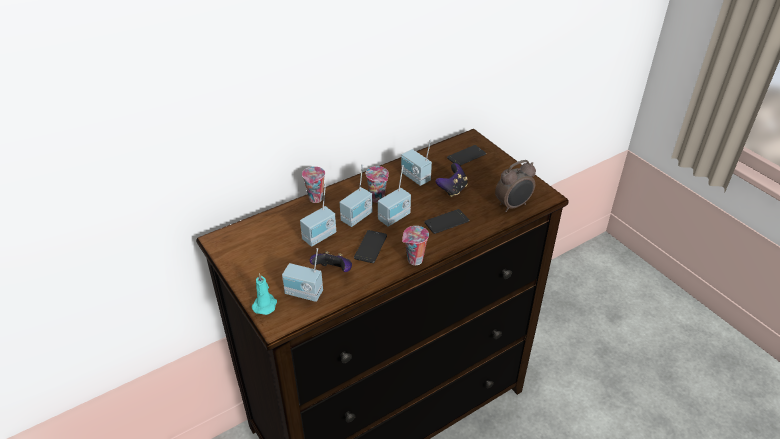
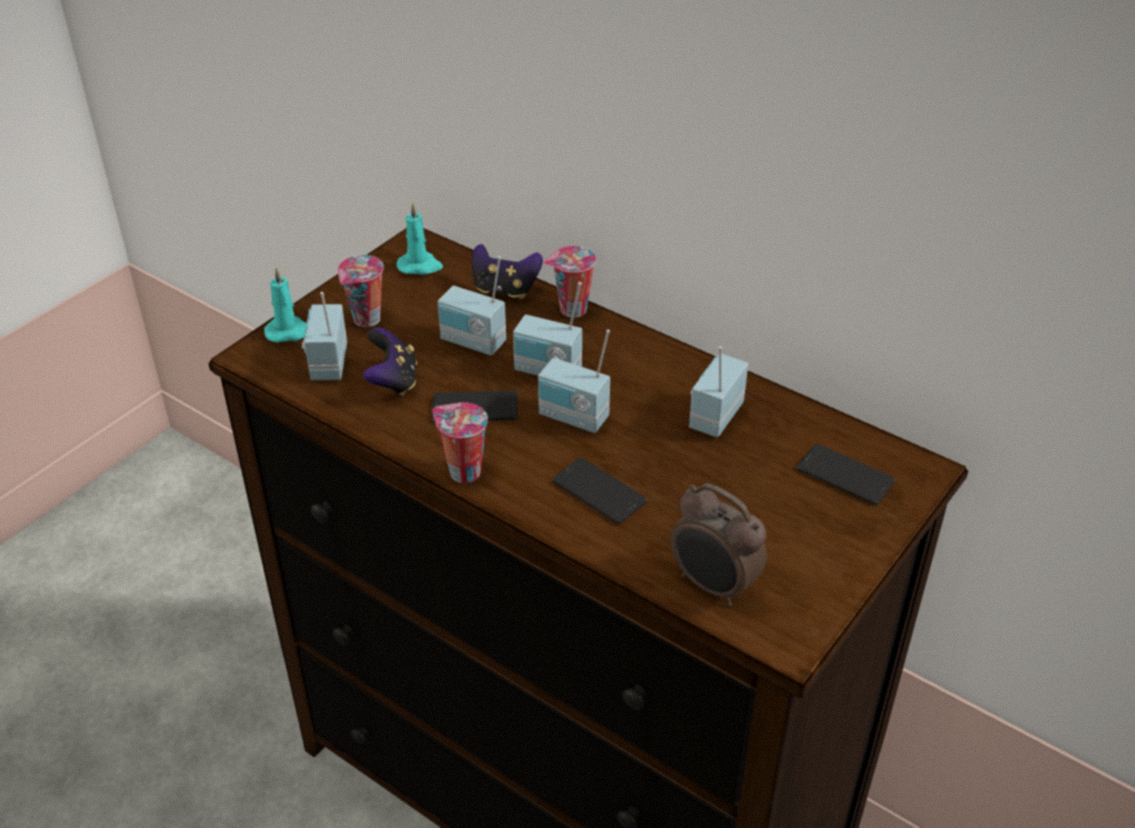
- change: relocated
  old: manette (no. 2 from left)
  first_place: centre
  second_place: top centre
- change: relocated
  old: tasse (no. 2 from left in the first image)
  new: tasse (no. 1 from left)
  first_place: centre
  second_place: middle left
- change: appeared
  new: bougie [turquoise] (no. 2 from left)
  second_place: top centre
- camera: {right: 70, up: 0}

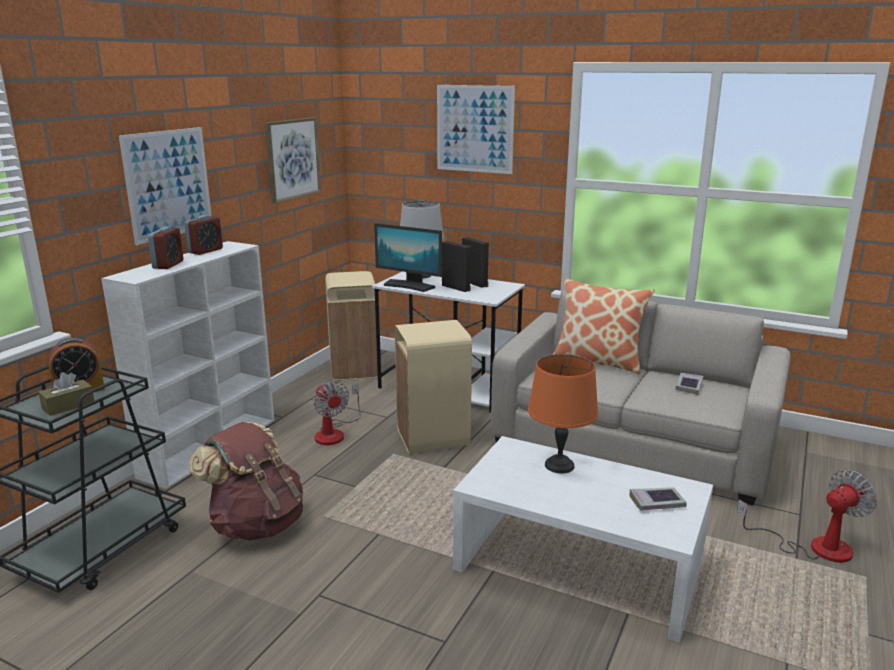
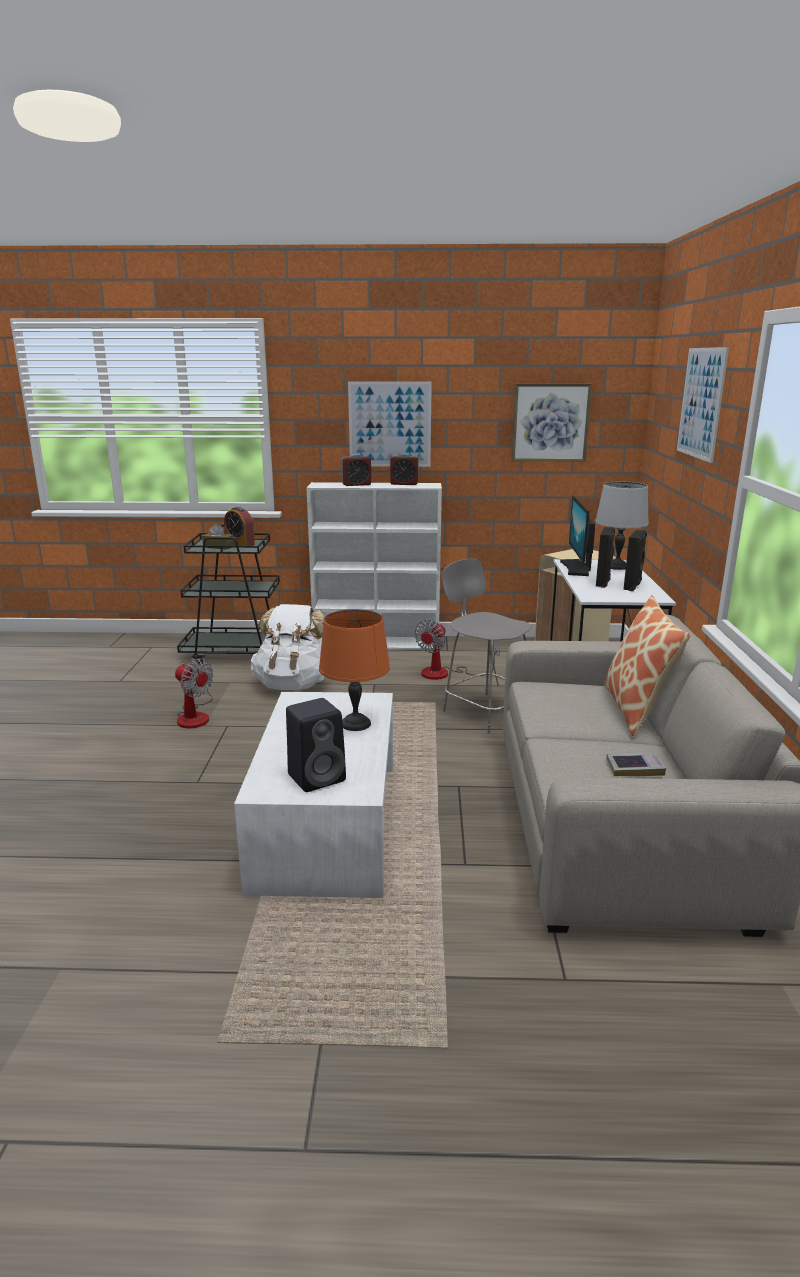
- change: exchanged
  old: poubelle [beige] (no. 2 from left)
  new: chaise [gris]
  first_place: centre
  second_place: centre
- change: colour
  old: sac à dos [marron]
  new: sac à dos [blanc]
  first_place: bottom left
  second_place: centre
- change: relocated
  old: ventilateur (no. 2 from left in the first image)
  new: ventilateur (no. 1 from left)
  first_place: bottom right
  second_place: middle left
- change: exchanged
  old: livre (no. 1 from left)
  new: enceinte [noir] (no. 1 from left)
  first_place: bottom right
  second_place: centre
- camera: {right: 65, up: 0}

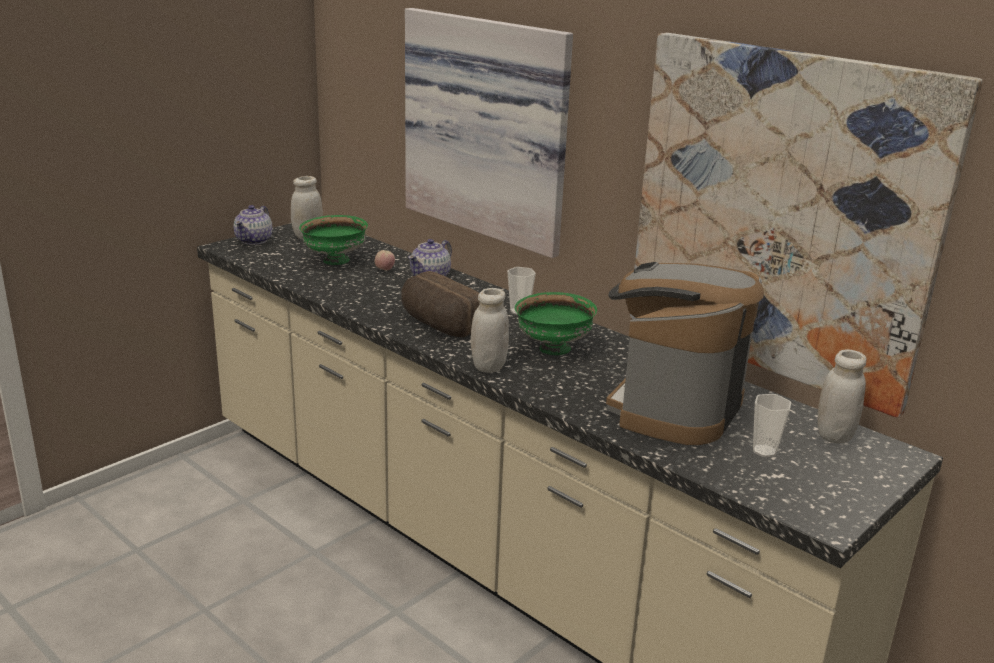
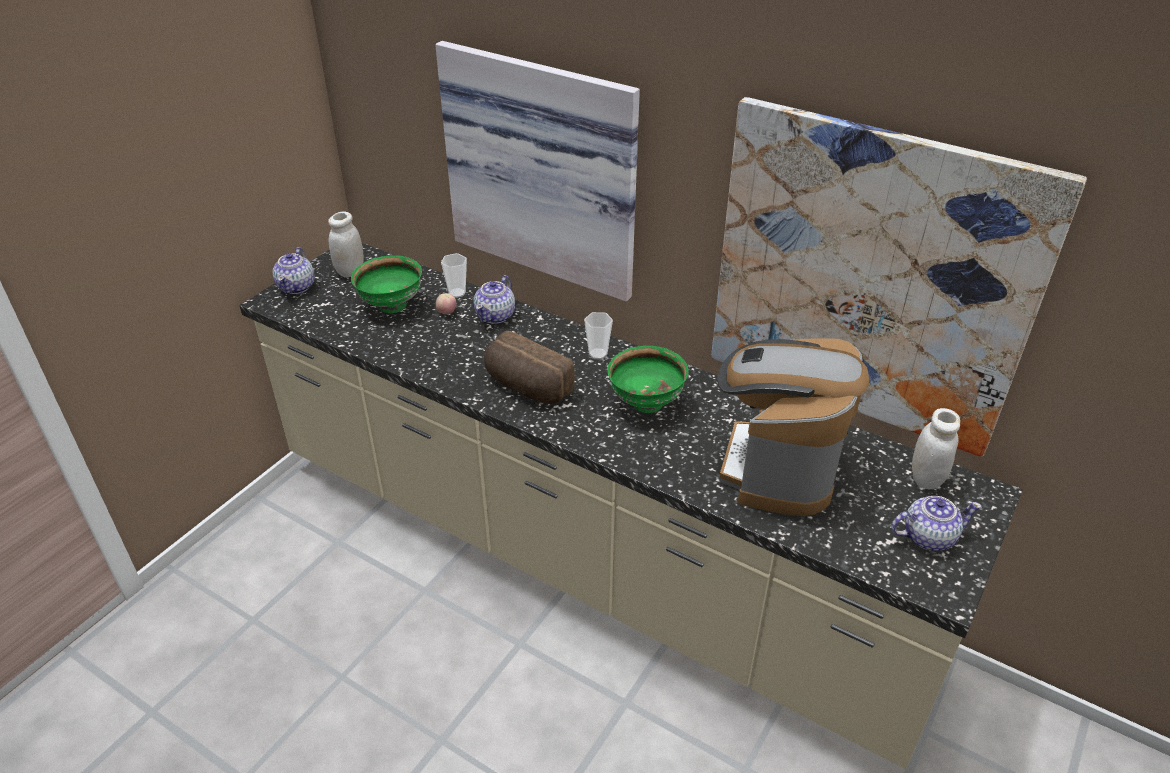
- change: missing
  old: bocal [blanc] (no. 2 from left)
  first_place: centre
- change: relocated
  old: tasse (no. 2 from left in the first image)
  new: tasse (no. 1 from left)
  first_place: middle right
  second_place: centre
- change: appeared
  new: théière (no. 3 from left)
  second_place: bottom right
- camera: {right: -10, up: 15}

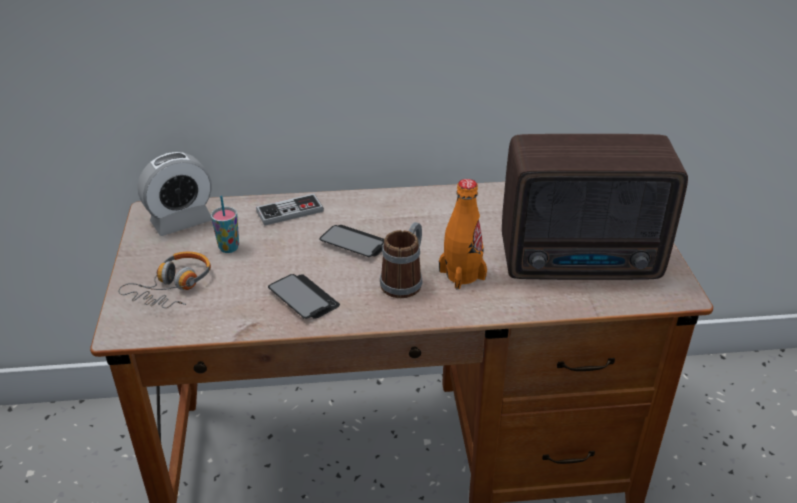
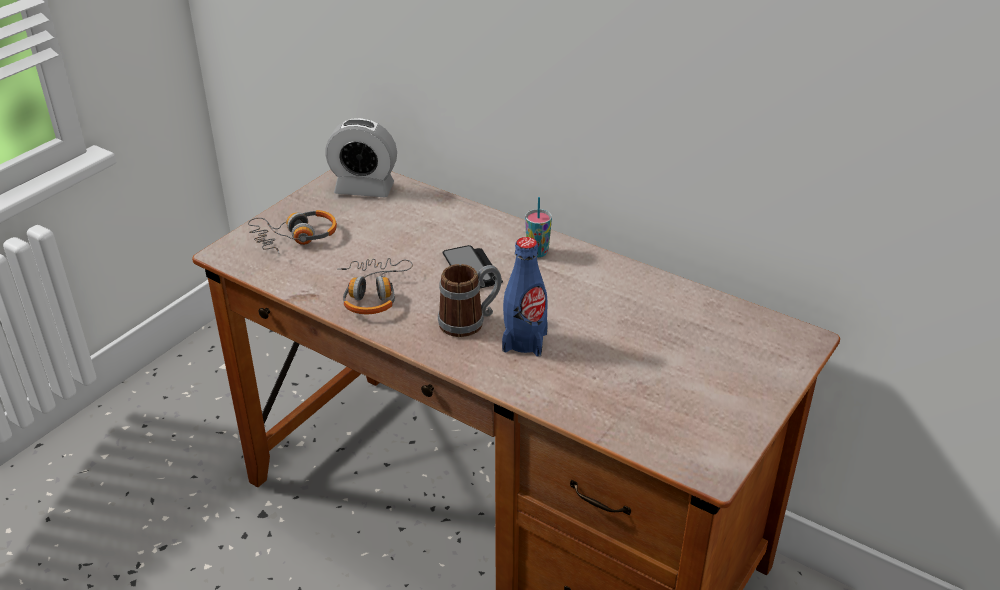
- change: missing
  old: radio
  first_place: middle right
- change: colour
  old: bouteille [orange]
  new: bouteille [bleu]
  first_place: centre
  second_place: centre
- change: missing
  old: manette
  first_place: centre
- change: relocated
  old: tasse
  first_place: middle left
  second_place: centre
- change: exchanged
  old: téléphone (no. 1 from left)
  new: casque audio (no. 2 from left)
  first_place: centre
  second_place: centre
- camera: {right: 40, up: 0}

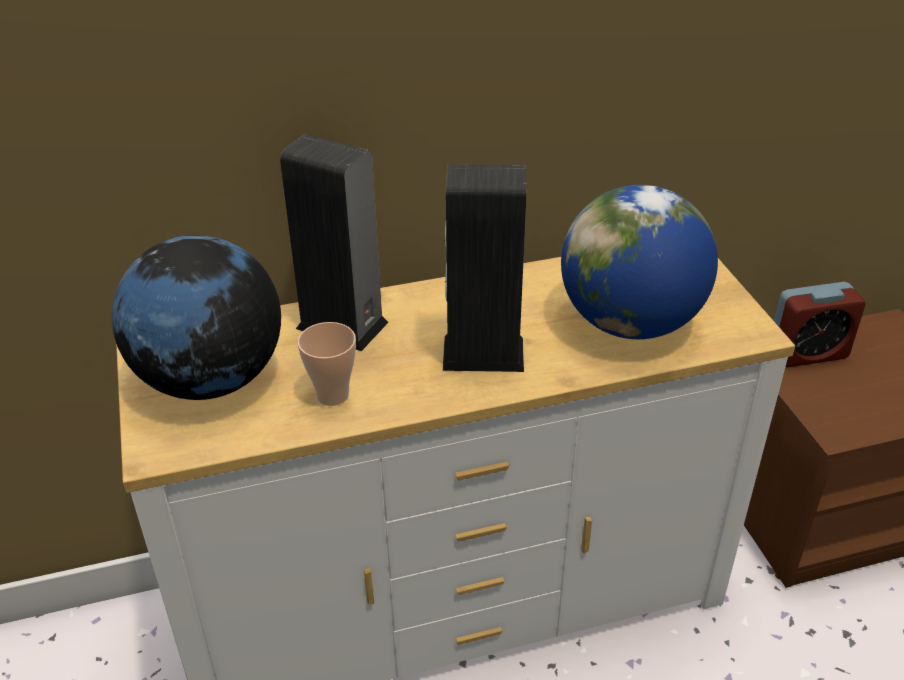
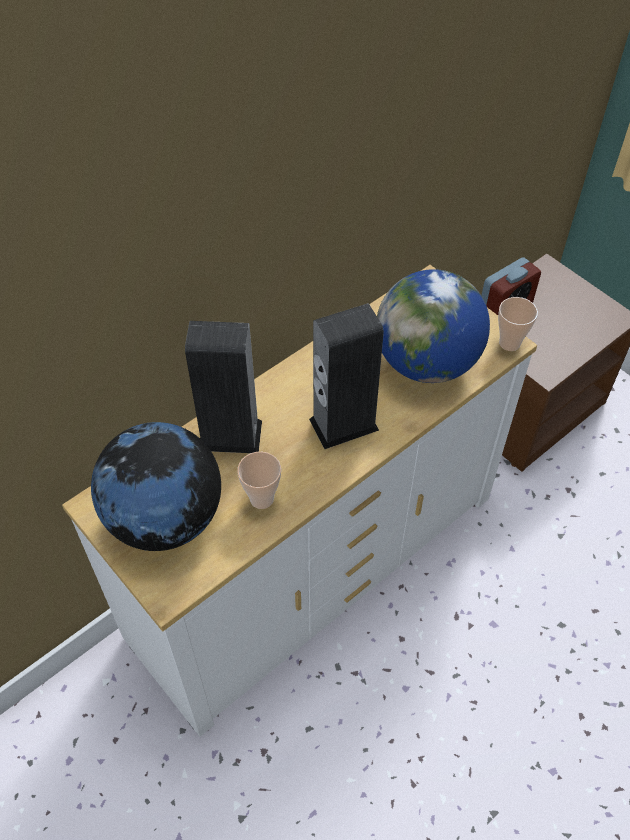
- change: appeared
  new: tasse (no. 2 from left)
  second_place: middle right
- camera: {right: -25, up: 15}

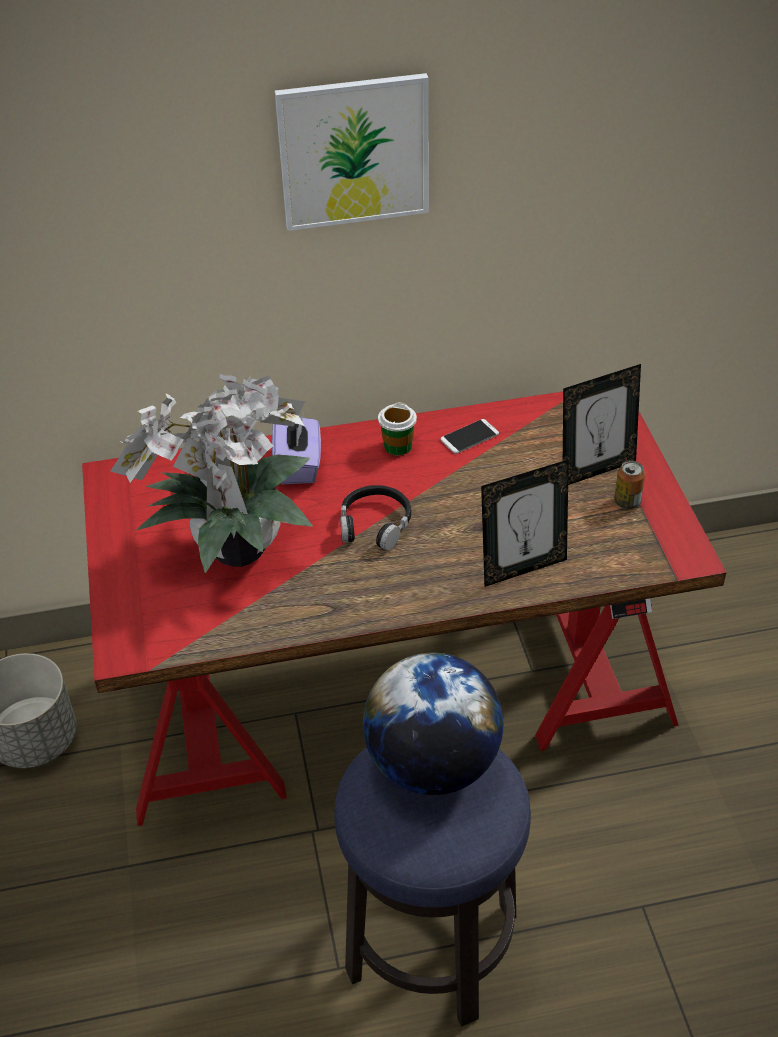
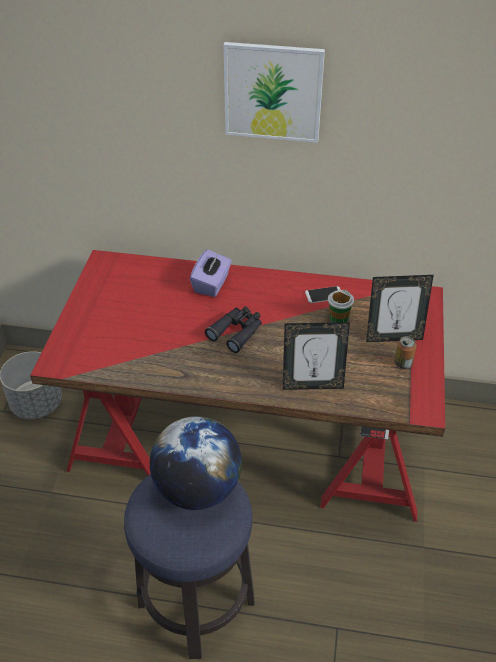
- change: missing
  old: plante en pot
  first_place: middle left
- change: relocated
  old: tasse
  first_place: centre
  second_place: middle right
- change: exchanged
  old: casque audio [noir]
  new: jumelles [noir]
  first_place: centre
  second_place: centre
- camera: {right: 20, up: 0}

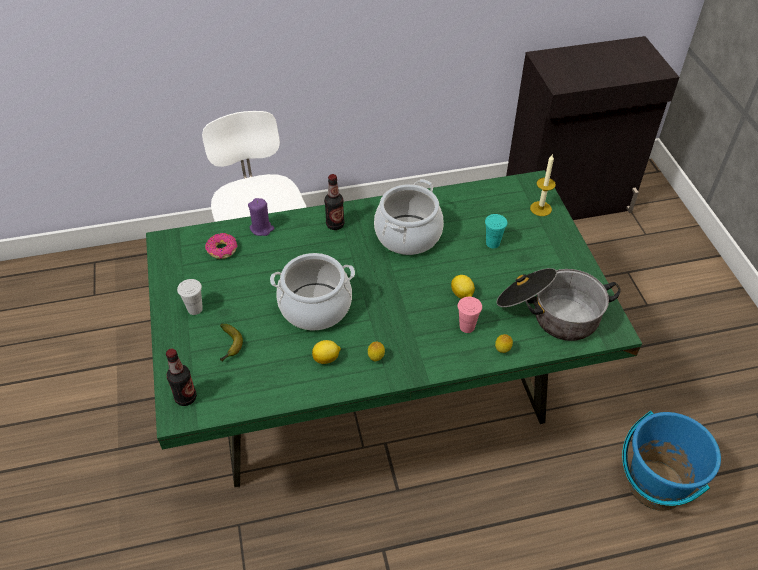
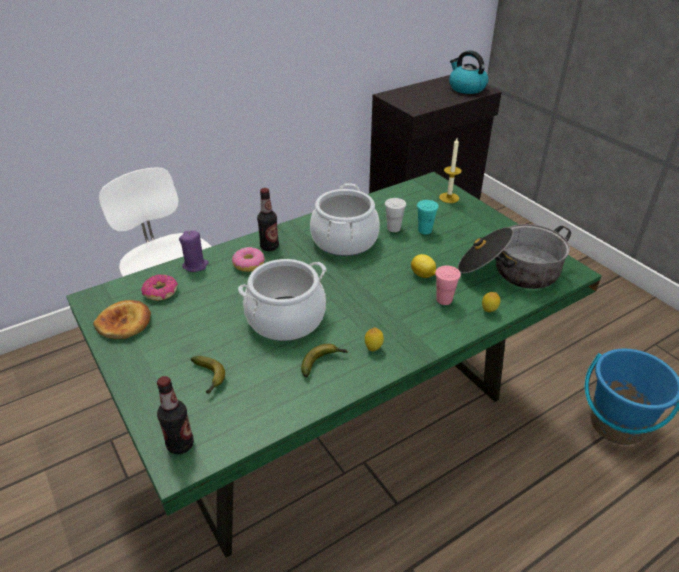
- change: relocated
  old: tasse [blanc]
  first_place: middle left
  second_place: centre
- change: exchanged
  old: citron (no. 1 from left)
  new: banane (no. 2 from left)
  first_place: centre
  second_place: centre
- change: appeared
  new: bouilloire
  second_place: top right
- change: appeared
  new: beignet (no. 2 from left)
  second_place: centre
- change: appeared
  new: pain
  second_place: middle left
- camera: {right: -20, up: -10}

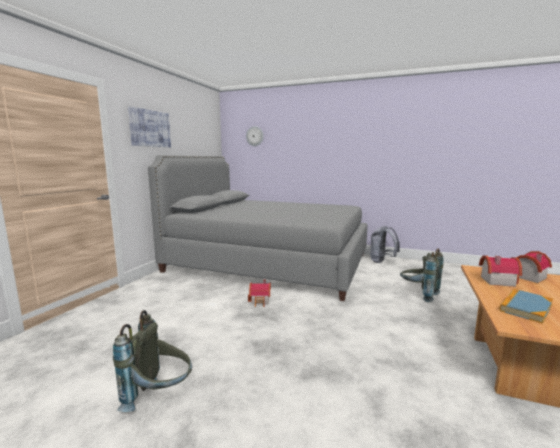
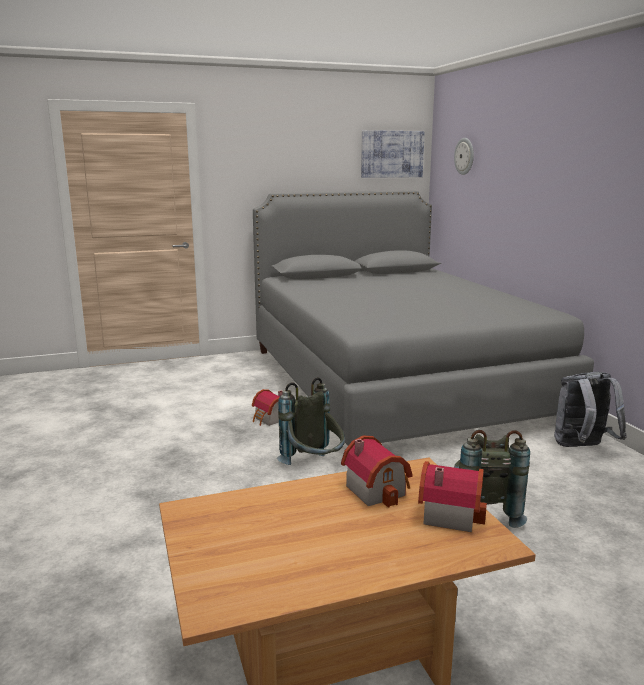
- change: relocated
  old: tableau
  first_place: top left
  second_place: top centre
- change: missing
  old: livre
  first_place: bottom right
- change: relocated
  old: sac à dos [gris] (no. 1 from left)
  first_place: bottom left
  second_place: centre
- camera: {right: 50, up: 5}

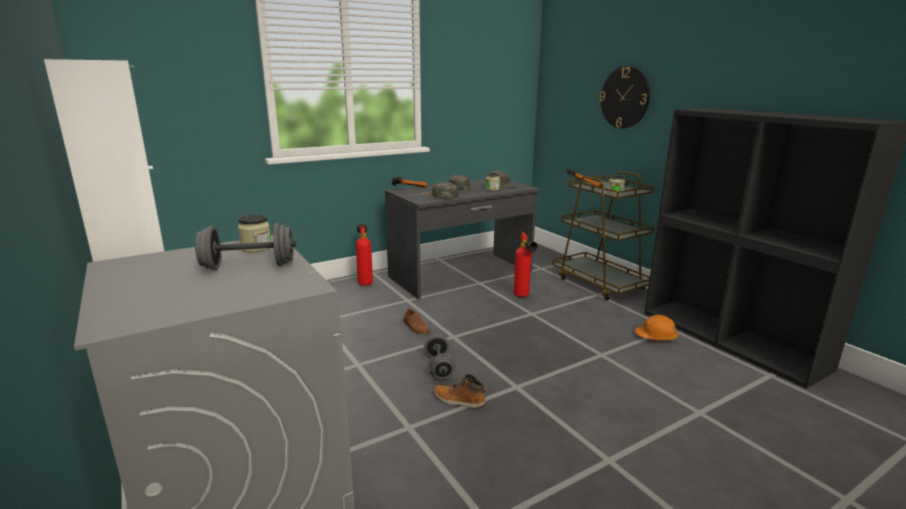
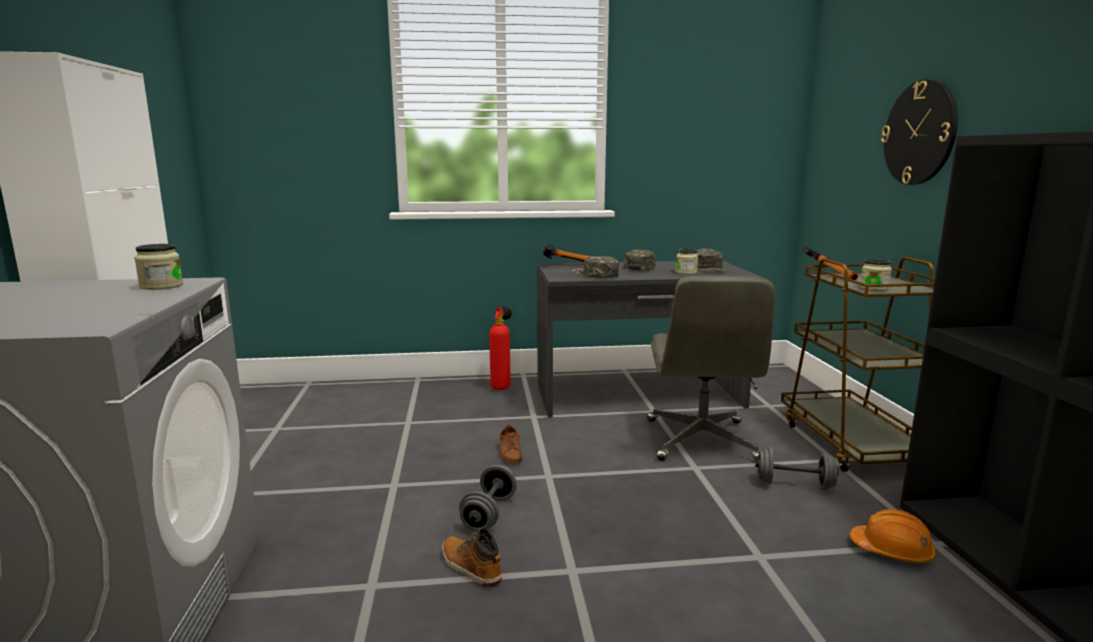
- change: relocated
  old: haltère [gris] (no. 1 from left in the first image)
  new: haltère [gris] (no. 2 from left)
  first_place: middle left
  second_place: bottom right
- change: exchanged
  old: extincteur (no. 2 from left)
  new: chaise de bureau [gris]
  first_place: centre
  second_place: centre
- camera: {right: 25, up: -5}

